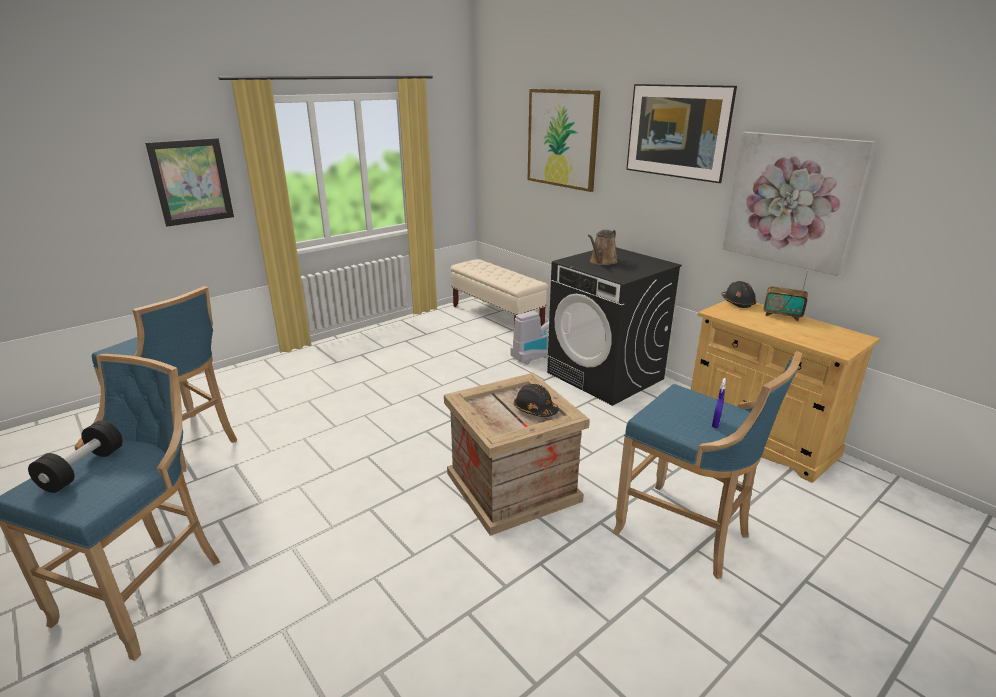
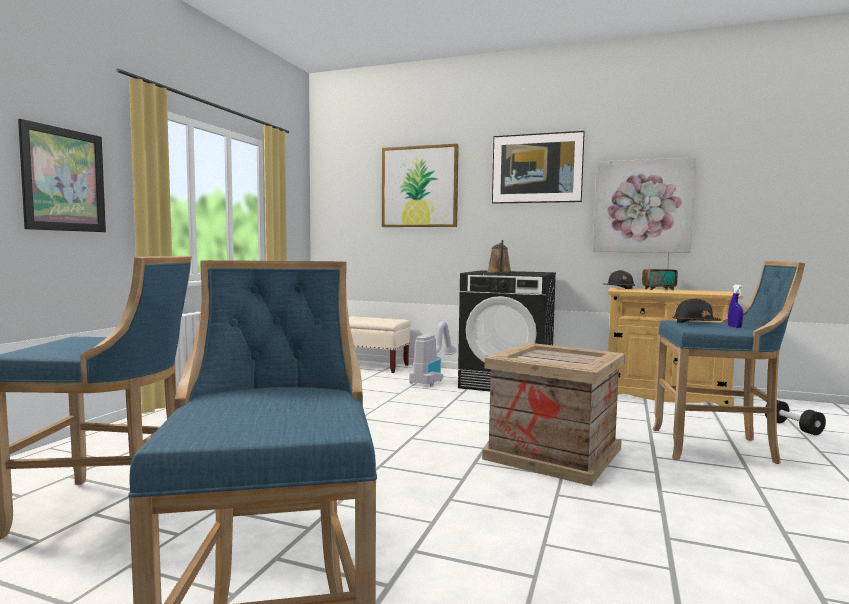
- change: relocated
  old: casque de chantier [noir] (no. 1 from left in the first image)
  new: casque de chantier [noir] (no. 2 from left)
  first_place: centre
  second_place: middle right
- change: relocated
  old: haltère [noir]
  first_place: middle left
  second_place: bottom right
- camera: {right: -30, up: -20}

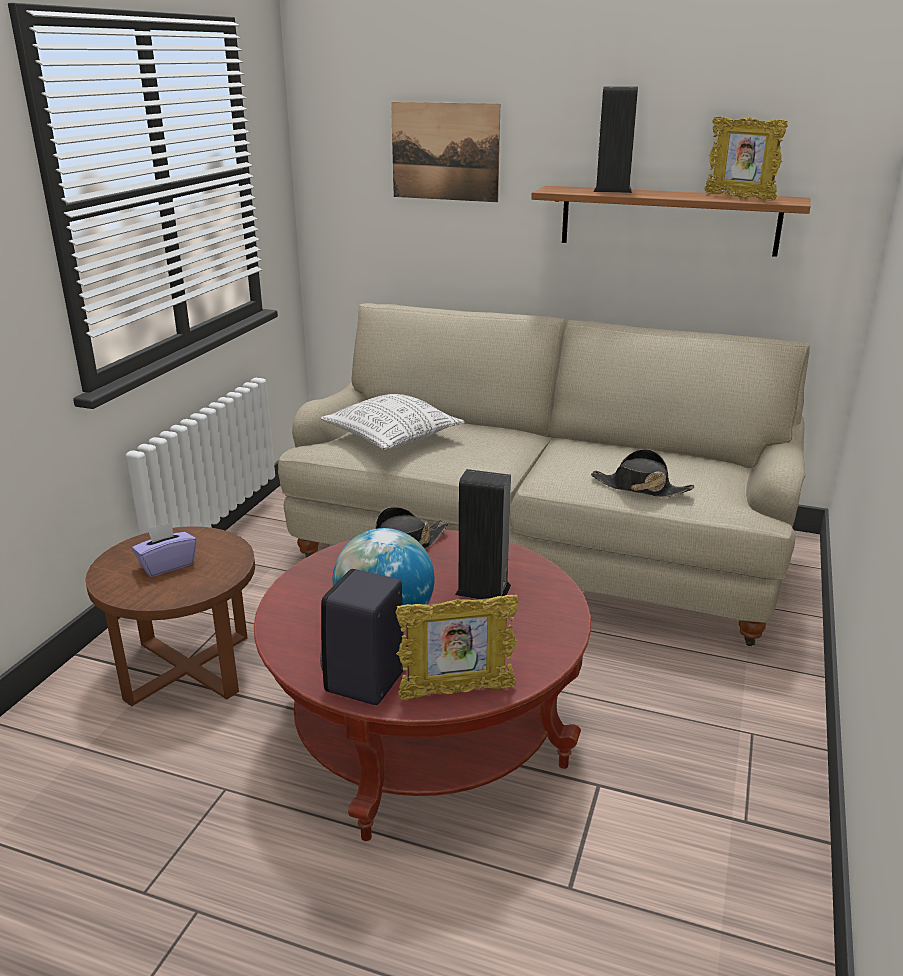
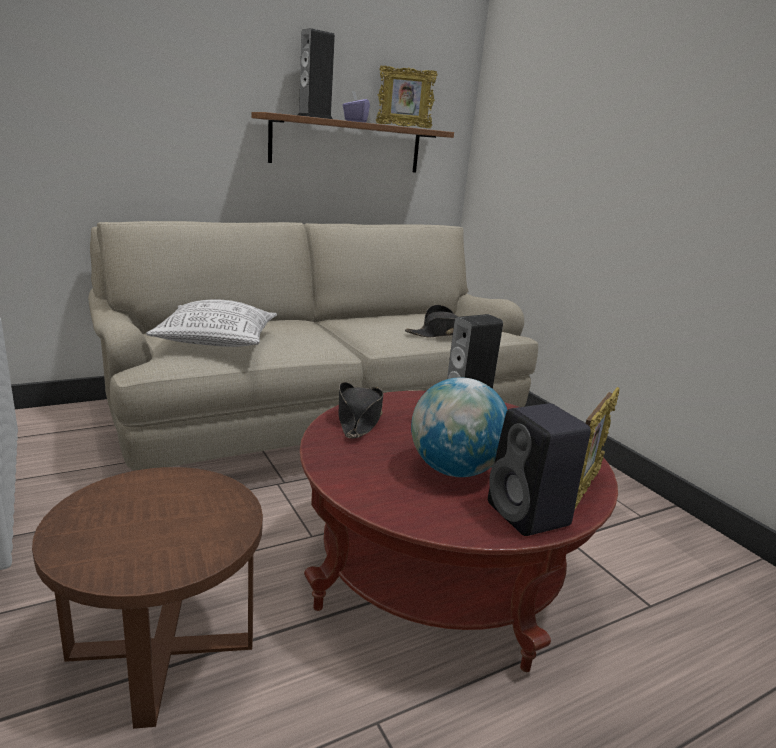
- change: missing
  old: tableau
  first_place: top centre
- change: relocated
  old: boîte à mouchoirs [violet]
  first_place: middle left
  second_place: top centre
- camera: {right: -50, up: -5}

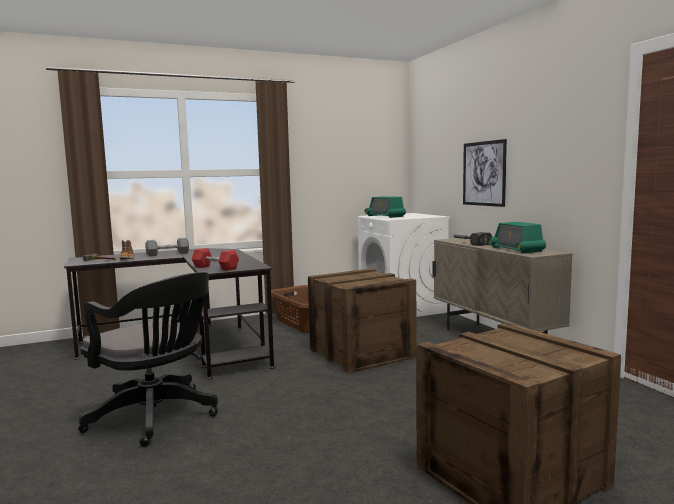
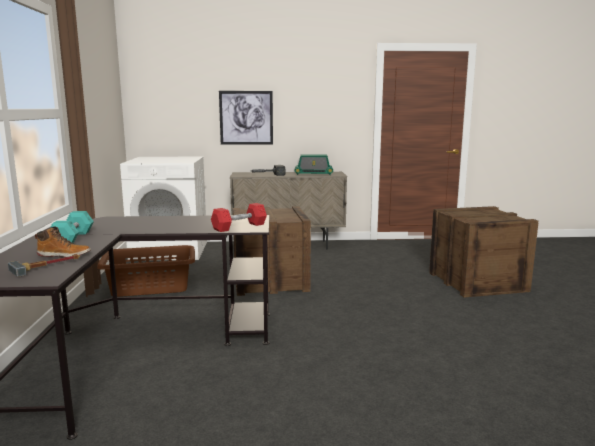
- change: missing
  old: radio (no. 1 from left)
  first_place: centre
- change: colour
  old: haltère [gris]
  new: haltère [turquoise]
  first_place: middle left
  second_place: middle left
- change: missing
  old: chaise de bureau [noir]
  first_place: bottom left
- camera: {right: -70, up: 5}

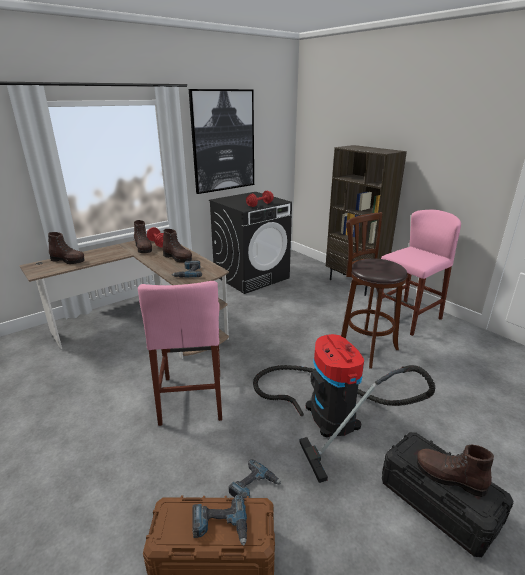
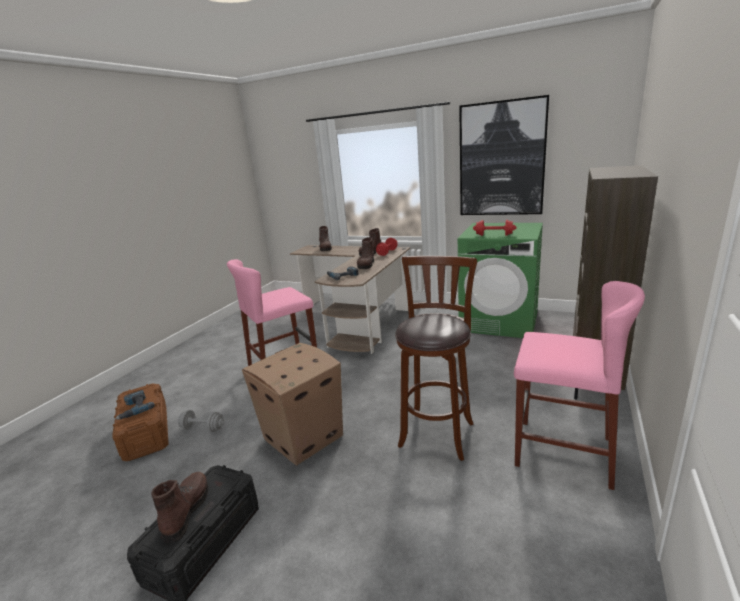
- change: colour
  old: lave-linge [noir]
  new: lave-linge [vert]
  first_place: centre
  second_place: middle right
- change: exchanged
  old: aspirateur
  new: carton
  first_place: bottom centre
  second_place: bottom centre
- change: exchanged
  old: perceuse (no. 3 from left)
  new: haltère [gris]
  first_place: bottom centre
  second_place: bottom left
- camera: {right: 65, up: -5}

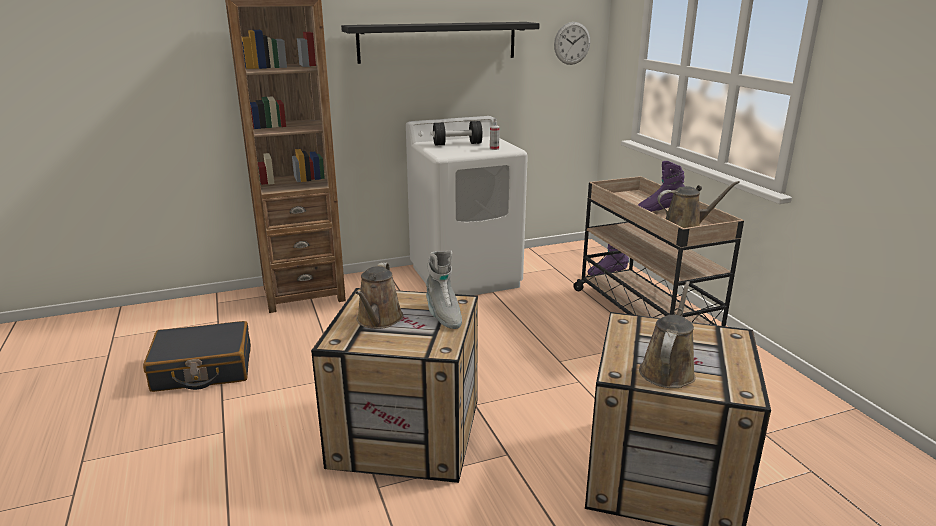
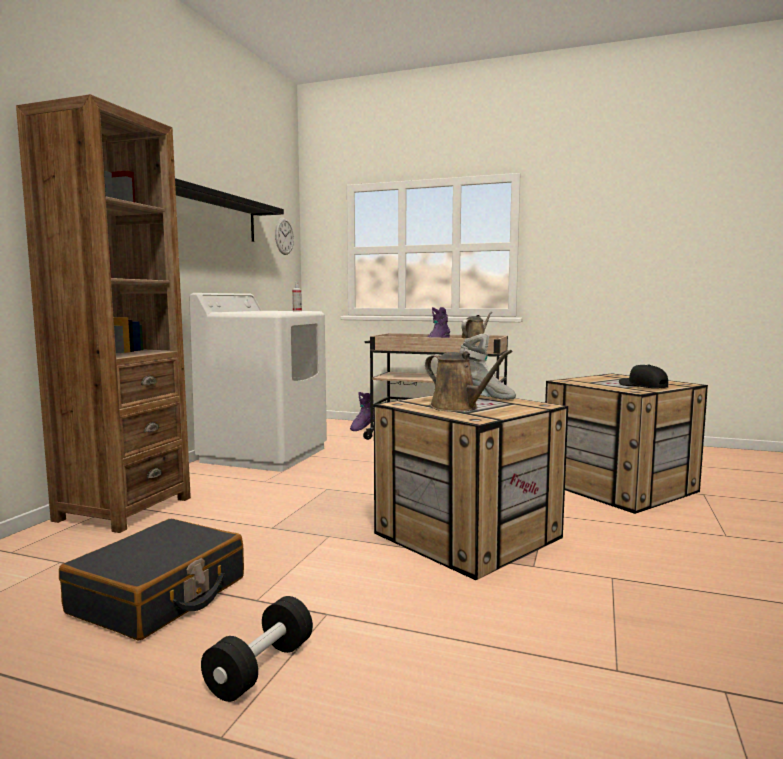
- change: relocated
  old: haltère [noir]
  first_place: top centre
  second_place: bottom left
- change: exchanged
  old: arrosoir [marron] (no. 2 from left)
  new: casquette [noir]
  first_place: middle right
  second_place: middle right
- camera: {right: -50, up: -15}

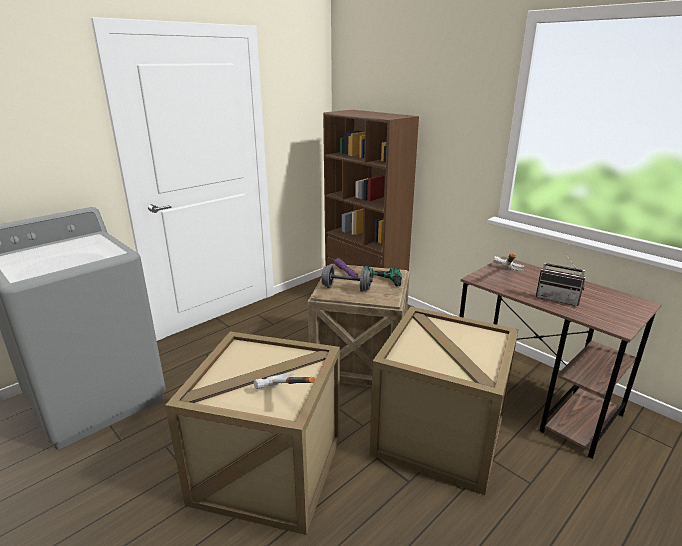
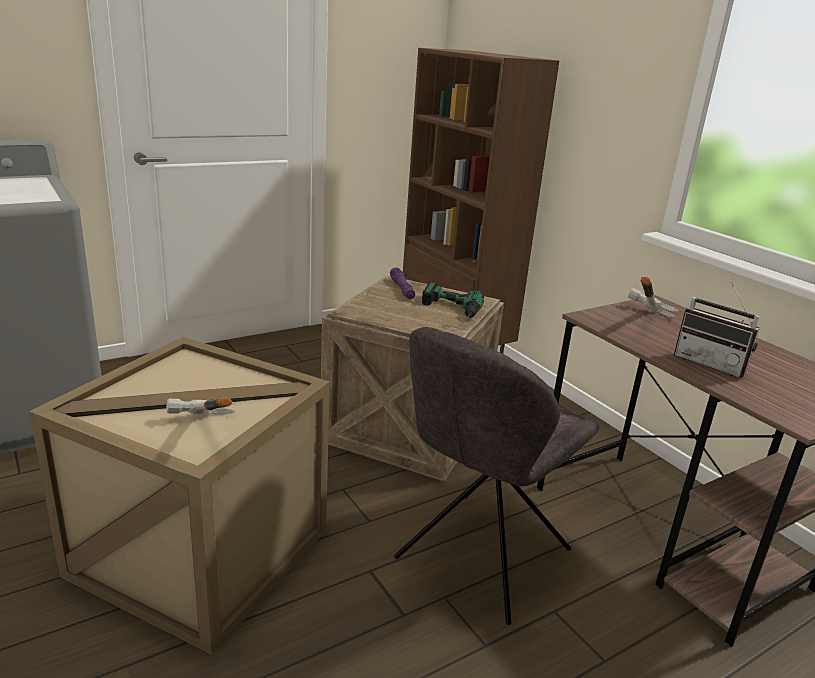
- change: missing
  old: haltère [gris]
  first_place: centre
- change: exchanged
  old: caisse (no. 3 from left)
  new: chaise [gris]
  first_place: bottom centre
  second_place: bottom centre
- camera: {right: 10, up: 0}

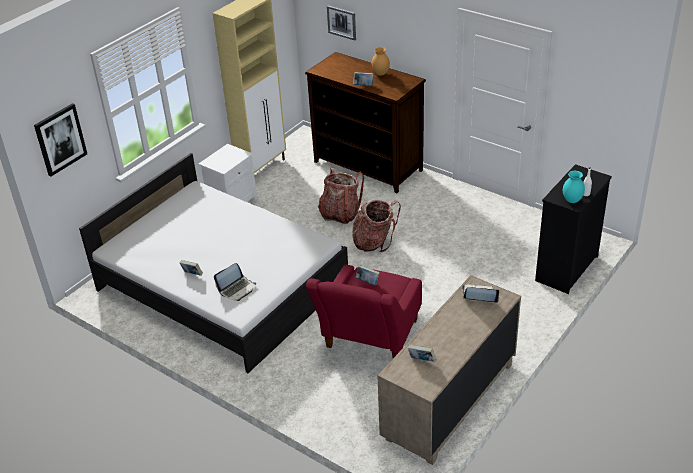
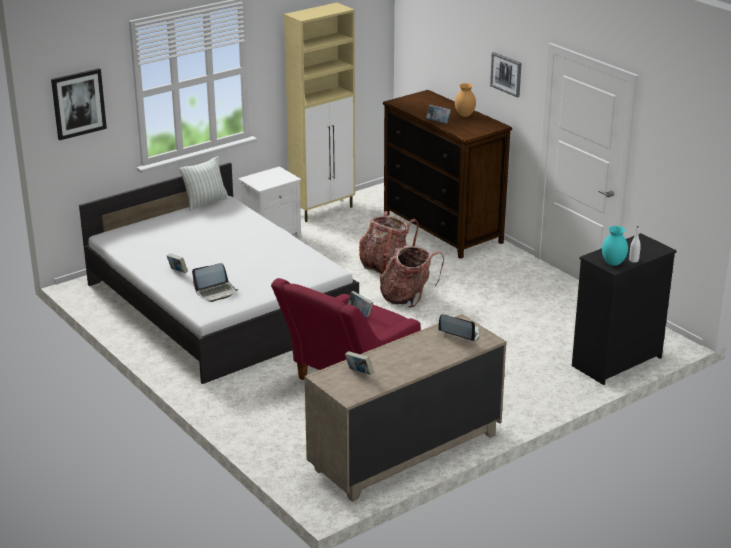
- change: relocated
  old: tableau (no. 2 from left)
  first_place: top centre
  second_place: top right
- change: appeared
  new: coussin
  second_place: middle left
- camera: {right: 15, up: -10}

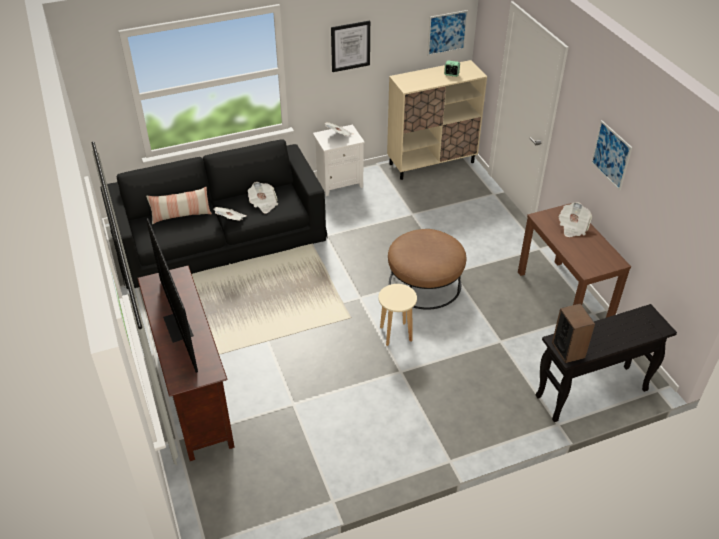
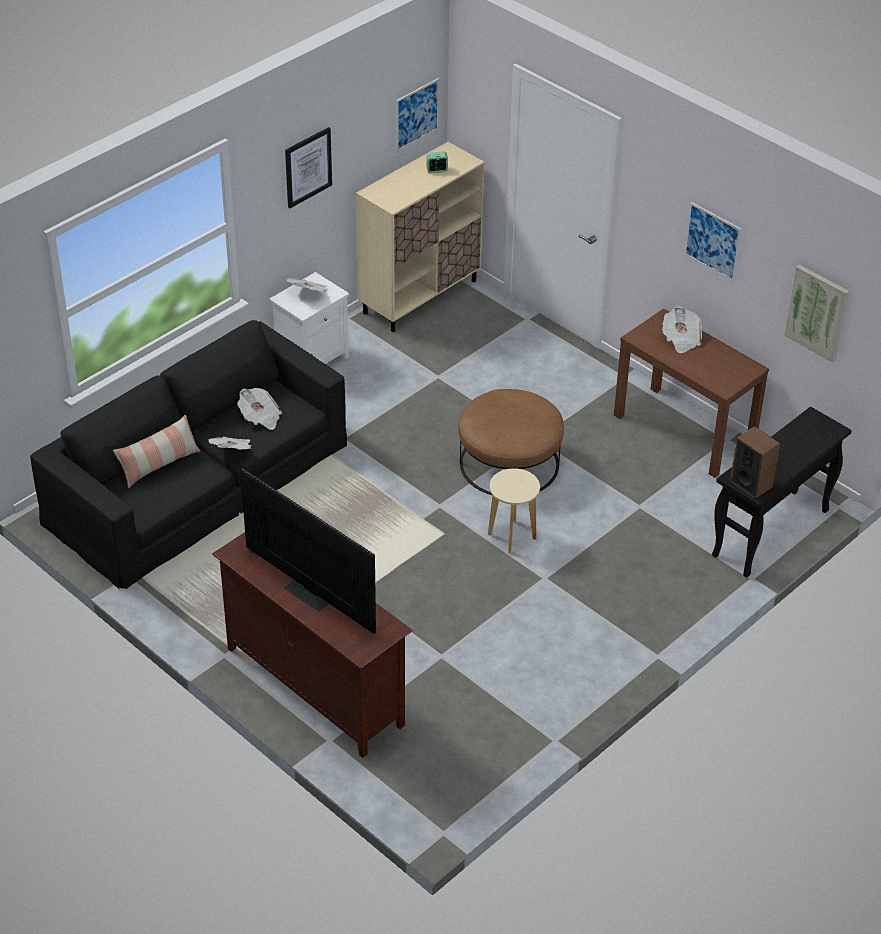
- change: appeared
  new: tableau (no. 4 from left)
  second_place: middle right
- camera: {right: -25, up: 0}

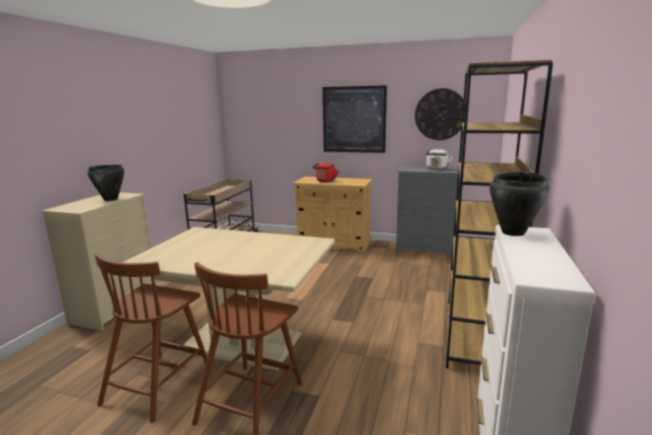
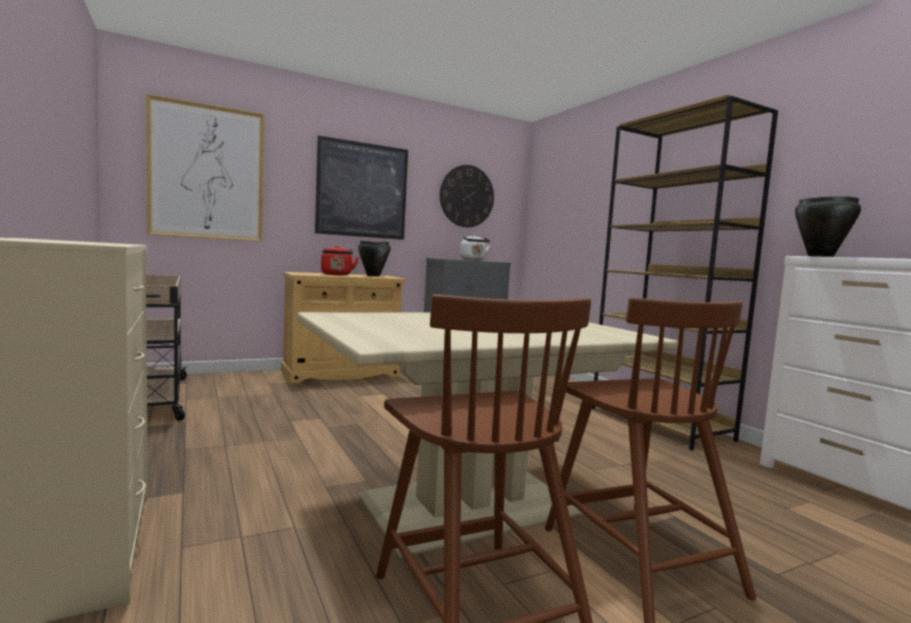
- change: relocated
  old: marmite [noir] (no. 1 from left)
  first_place: middle left
  second_place: centre
- change: appeared
  new: tableau (no. 1 from left)
  second_place: top left
- camera: {right: -45, up: -10}

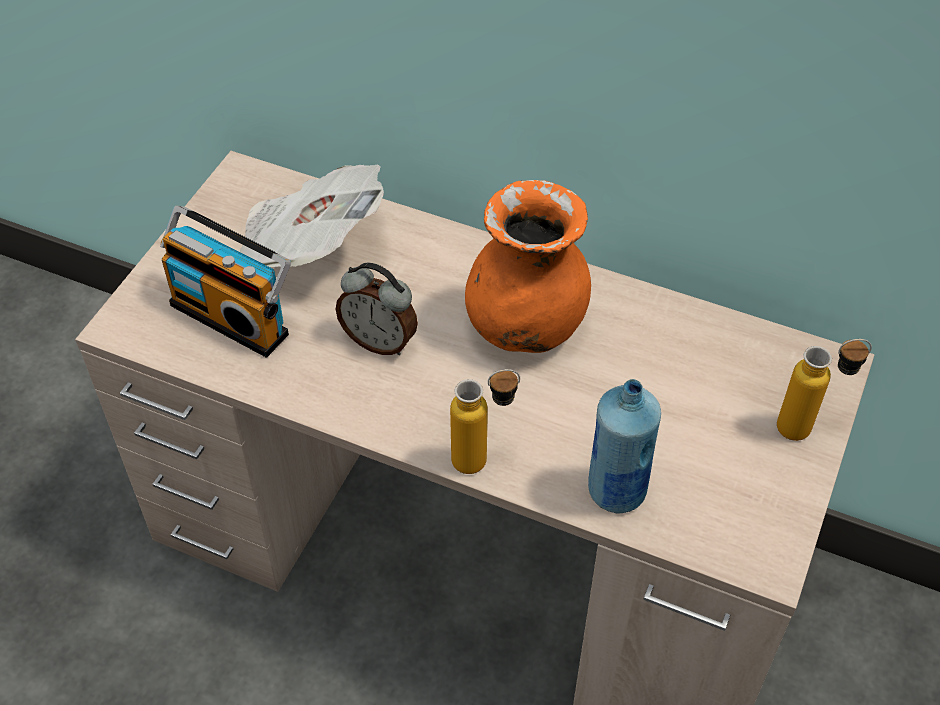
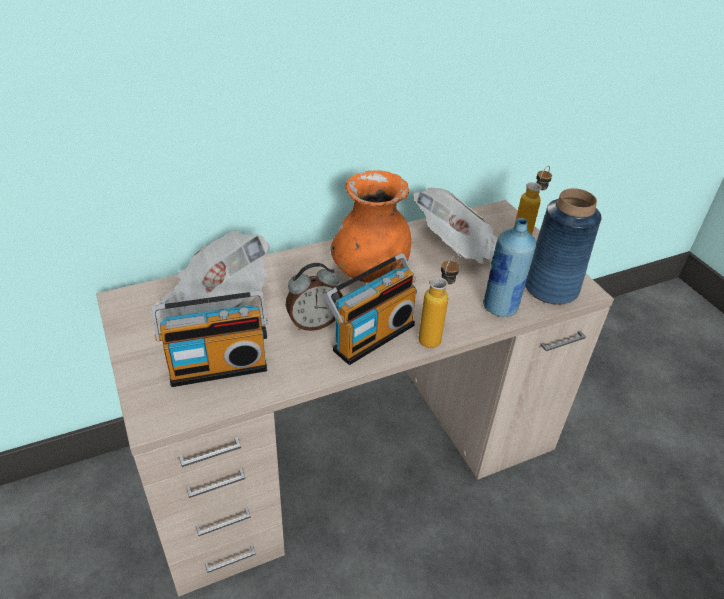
- change: appeared
  new: journal (no. 2 from left)
  second_place: centre
- change: appeared
  new: vase [bleu]
  second_place: middle right
- change: appeared
  new: radio (no. 2 from left)
  second_place: centre
- camera: {right: -50, up: -10}

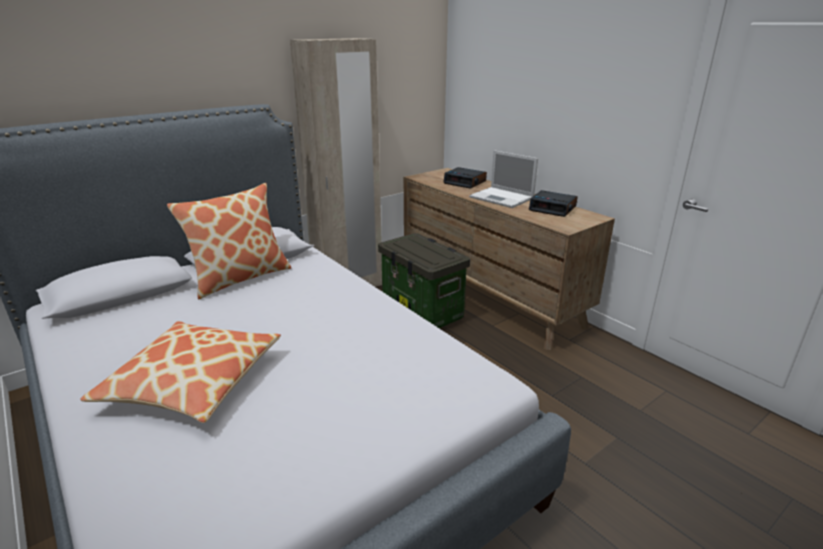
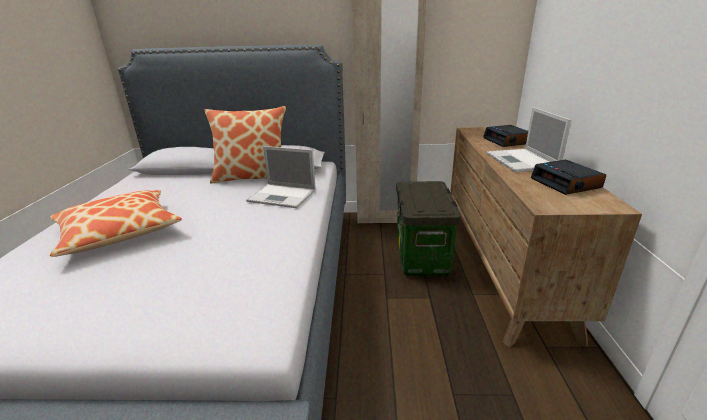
- change: appeared
  new: ordinateur portable (no. 1 from left)
  second_place: centre
- camera: {right: 40, up: 0}

